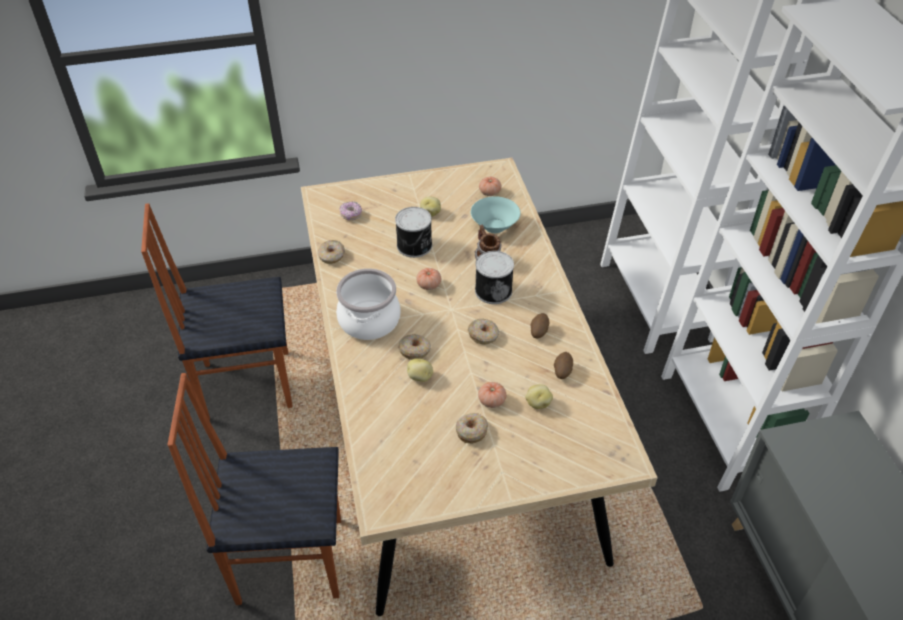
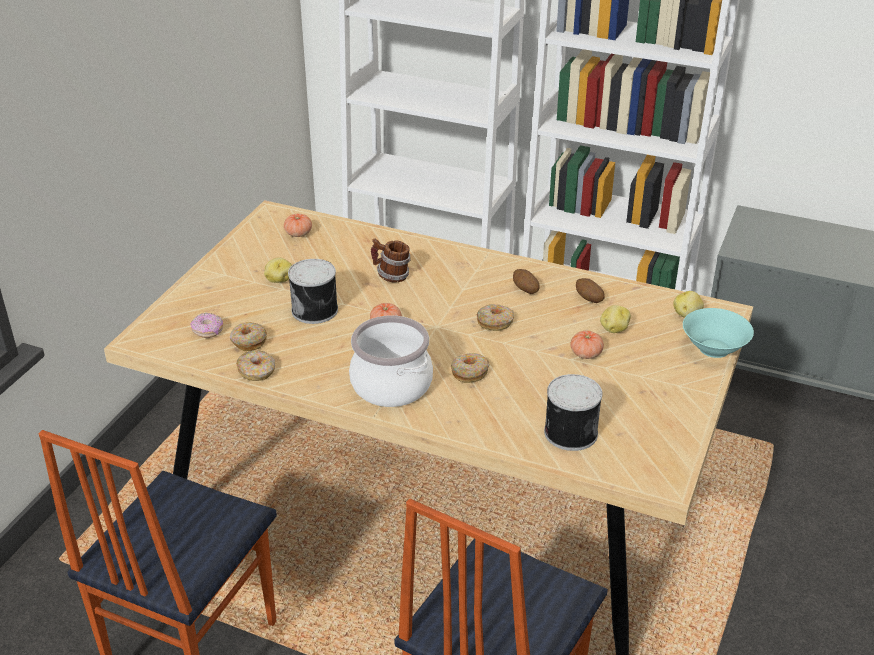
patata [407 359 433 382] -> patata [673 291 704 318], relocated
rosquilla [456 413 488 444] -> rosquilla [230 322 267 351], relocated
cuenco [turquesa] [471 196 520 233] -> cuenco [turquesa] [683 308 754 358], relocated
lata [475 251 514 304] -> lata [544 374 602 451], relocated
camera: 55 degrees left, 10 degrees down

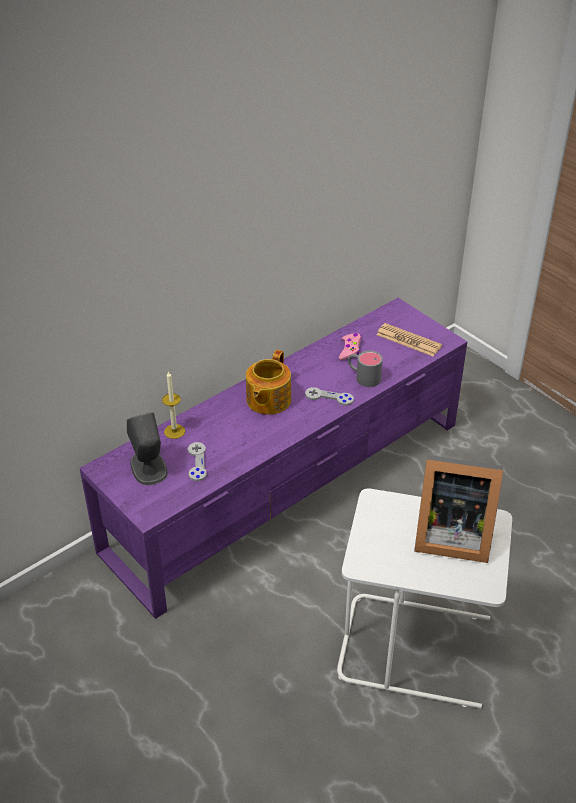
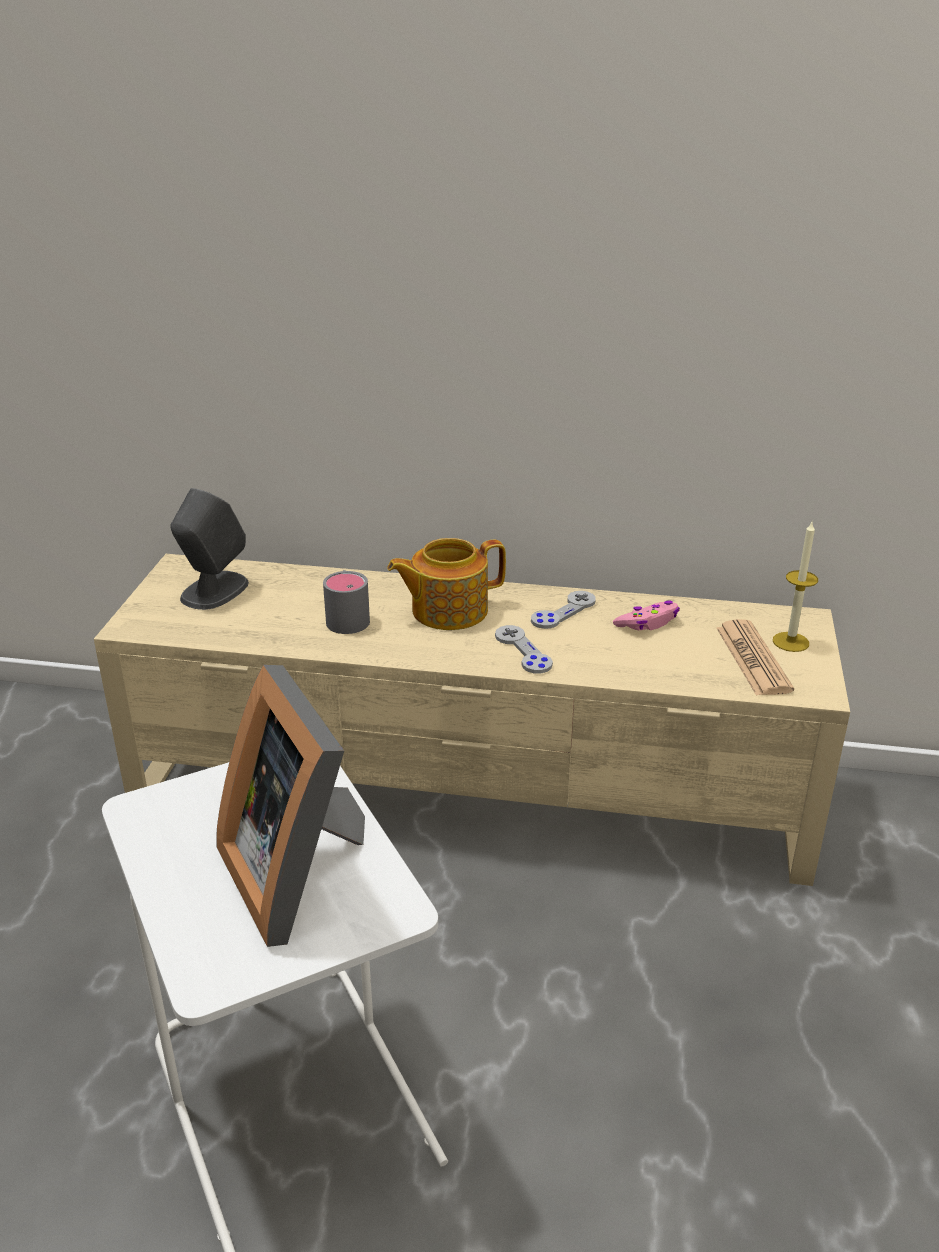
vela [162 371 185 439] -> vela [773 520 818 652], relocated
mando de consola [gris] [188 442 207 481] -> mando de consola [gris] [531 591 596 629], relocated
taza grande [gris] [348 350 383 387] -> taza grande [gris] [323 570 370 634], relocated
mueble de televisión [morado] [80 298 467 619] -> mueble de televisión [beis] [94 554 850 886]
camera: 50 degrees right, 10 degrees down

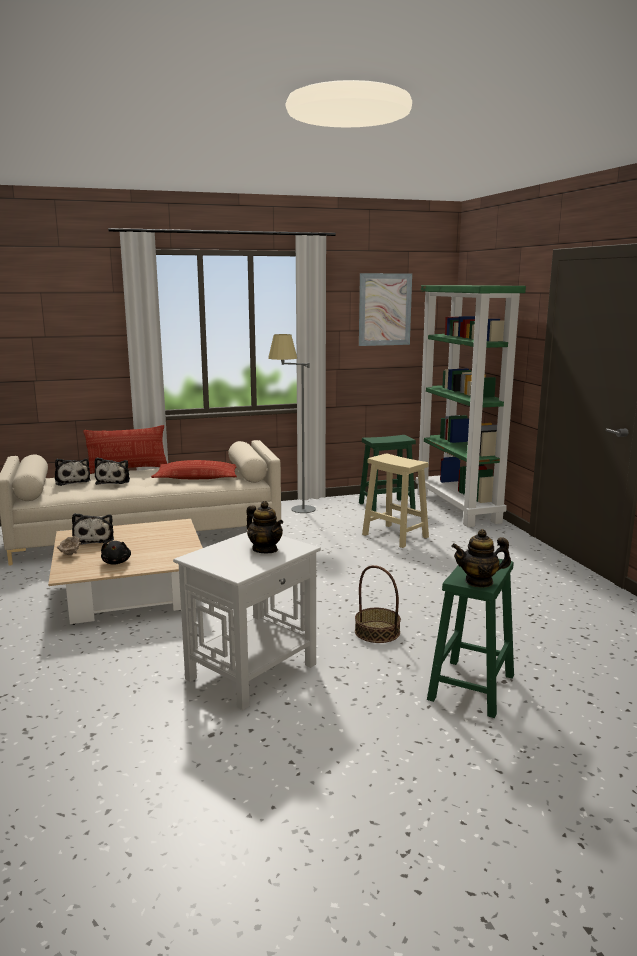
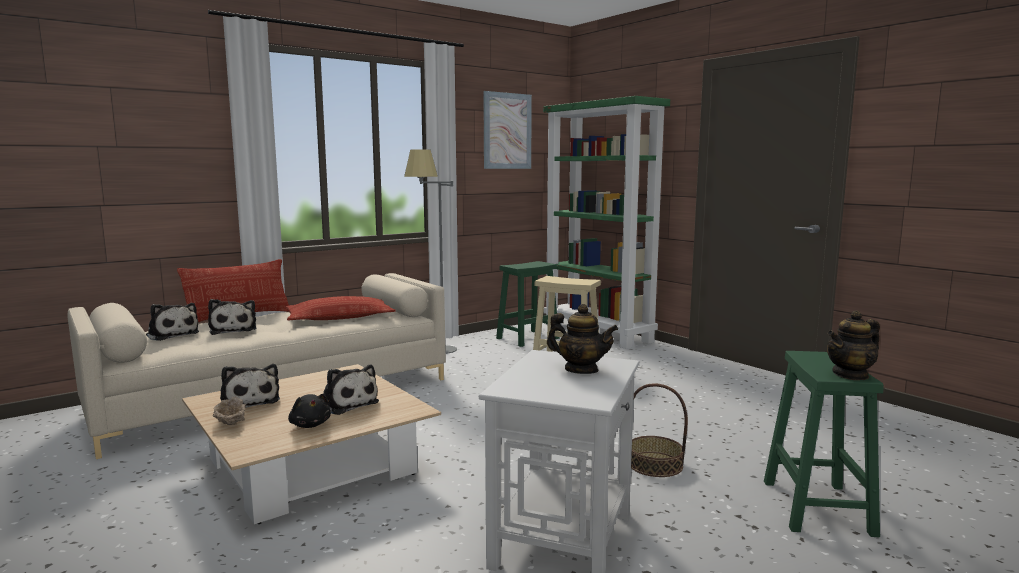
none -> peluche [323 365 379 415]
camera: 20 degrees left, 5 degrees down

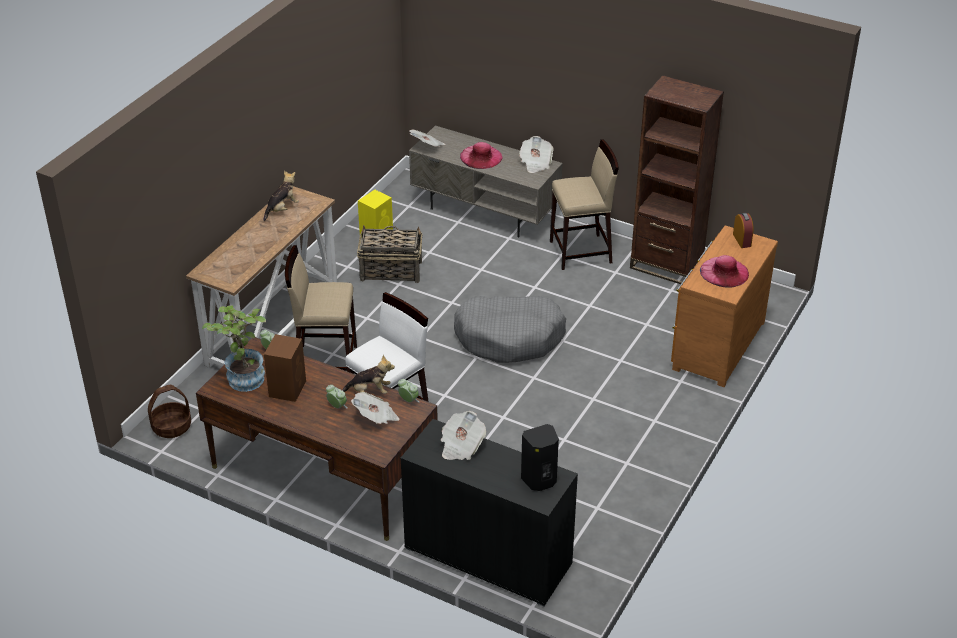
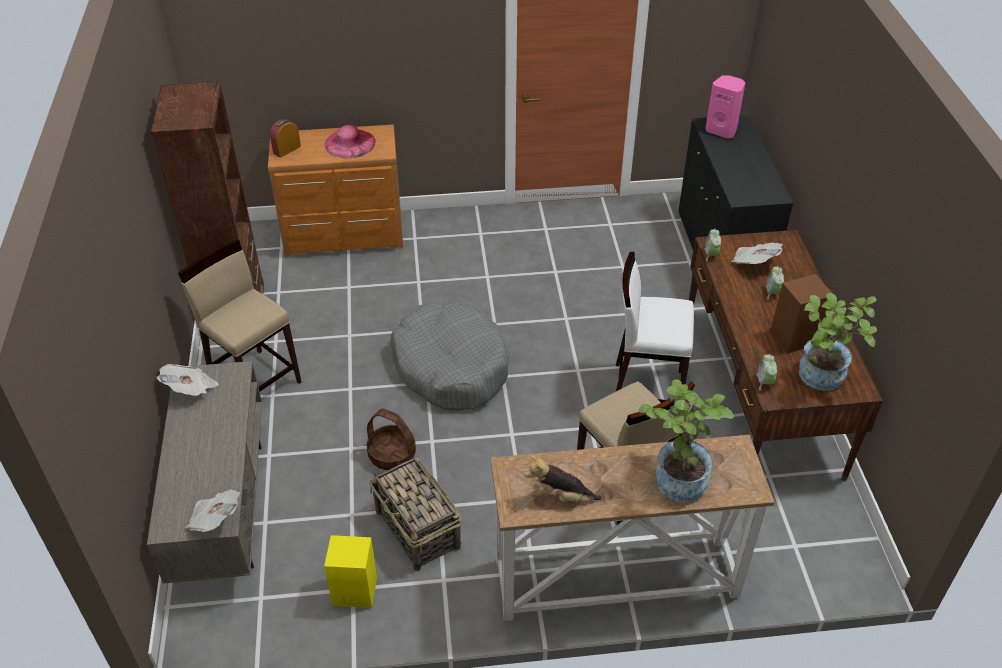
peluche [342 355 395 394] -> none
periódico [441 411 486 460] -> none
sombrero [rosa] [460 142 503 169] -> none
none -> planta en maceta [639 379 734 502]
cesta [148 385 191 438] -> cesta [367 409 416 470], relocated
altavoz [negro] [521 424 559 491] -> altavoz [rosa] [705 75 746 139]
camera: 125 degrees left, 5 degrees up

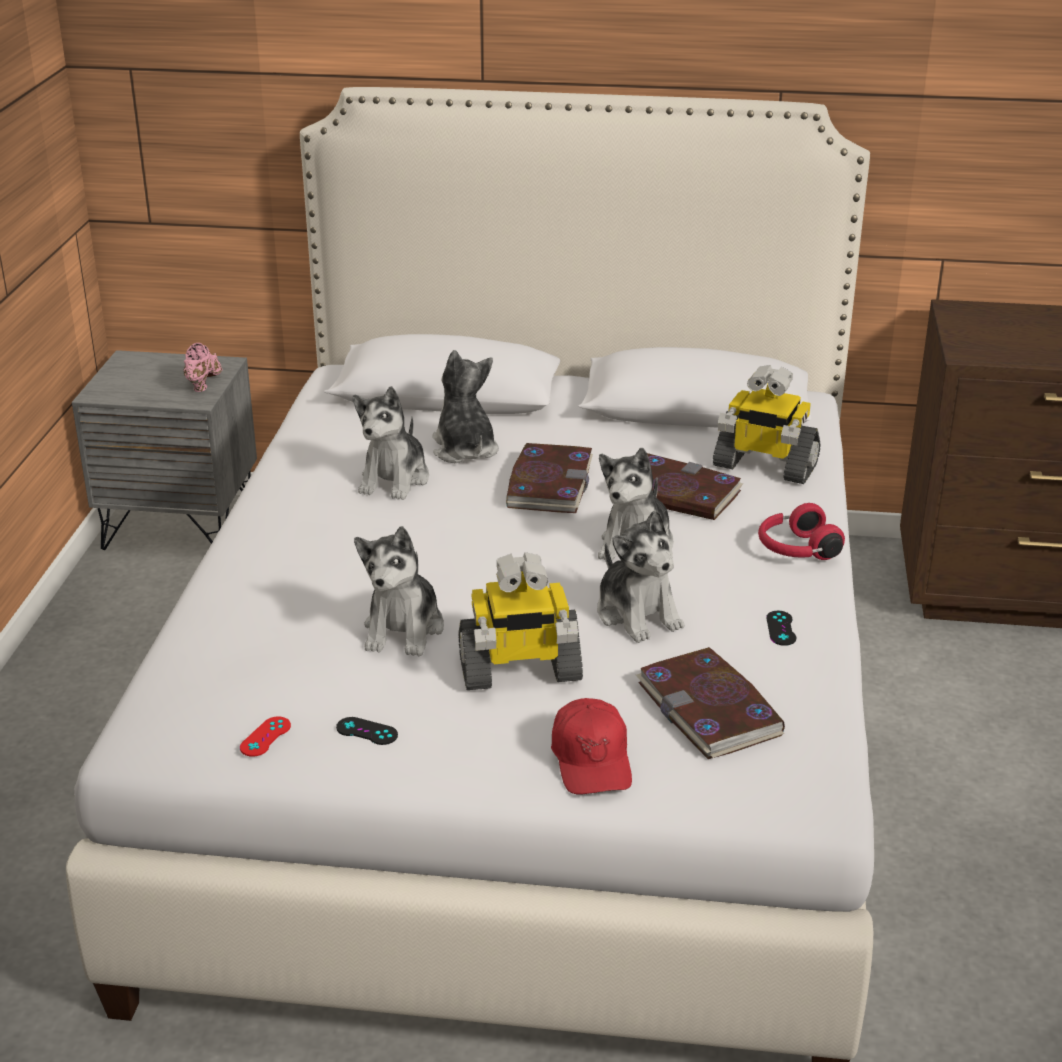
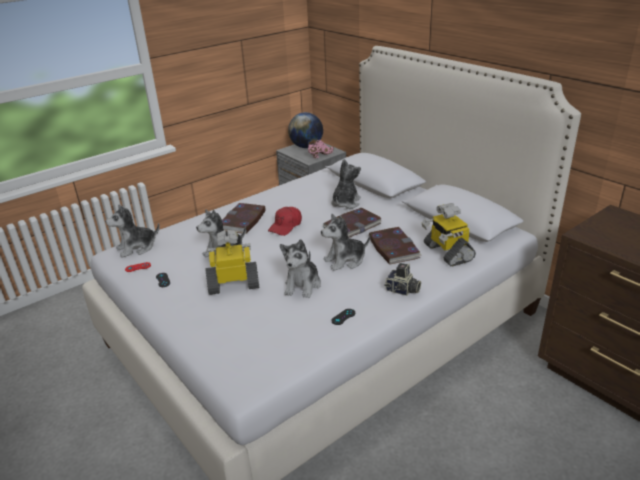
none -> globo terráqueo [288 112 323 148]
peluche [353 386 429 500] -> peluche [105 204 160 258], relocated
gorra [rojo] [551 698 632 795] -> gorra [rojo] [268 207 302 236], relocated
libro [636 647 785 759] -> libro [222 203 266 234], relocated
auriculares [rojo] [758 503 845 560] -> cámara [385 263 421 296]
robot de juguete [458 552 583 690] -> robot de juguete [205 230 259 295], 135 degrees clockwise
camera: 45 degrees right, 0 degrees up

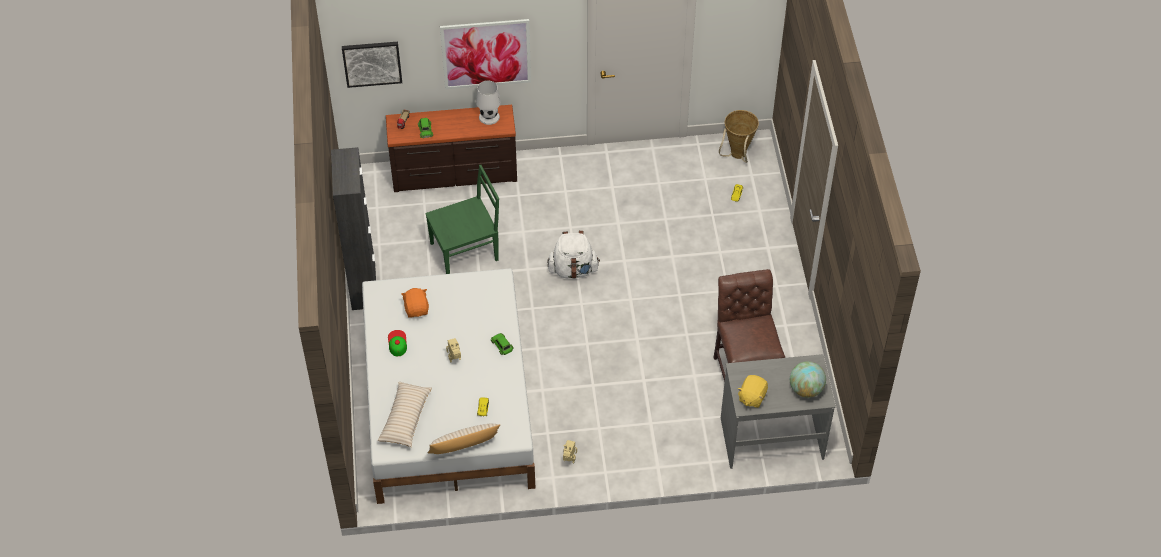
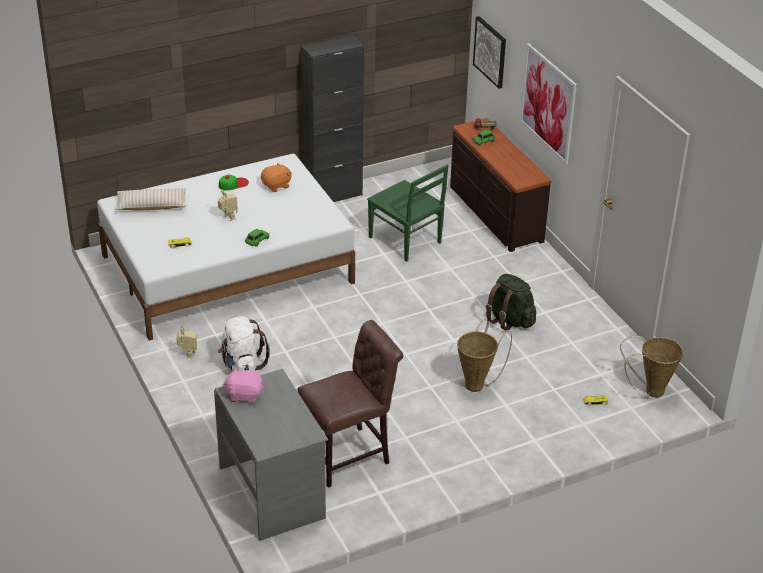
cojín [beis] [428 423 500 454] -> none
lámpara de mesa [blanco] [476 80 501 125] -> none
globo terráqueo [790 361 826 398] -> none
none -> cesta [457 319 512 392]
none -> mochila [verde] [486 274 536 331]
mochila [blanco] [547 231 600 279] -> mochila [blanco] [218 316 270 373], relocated
peluche [amarillo] [738 375 768 408] -> peluche [rosa] [222 367 263 403]
camera: 70 degrees right, 15 degrees down

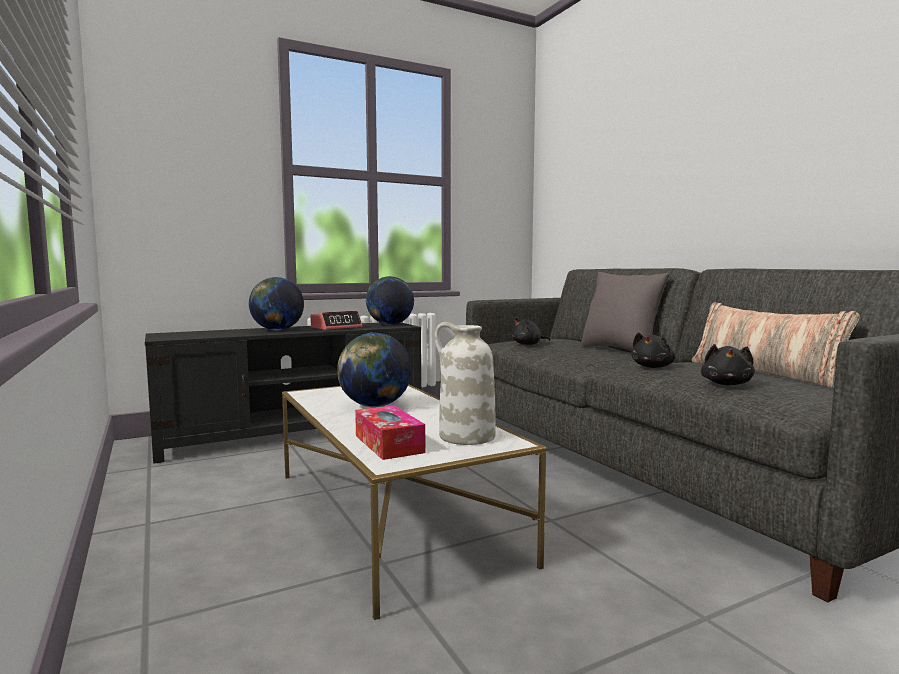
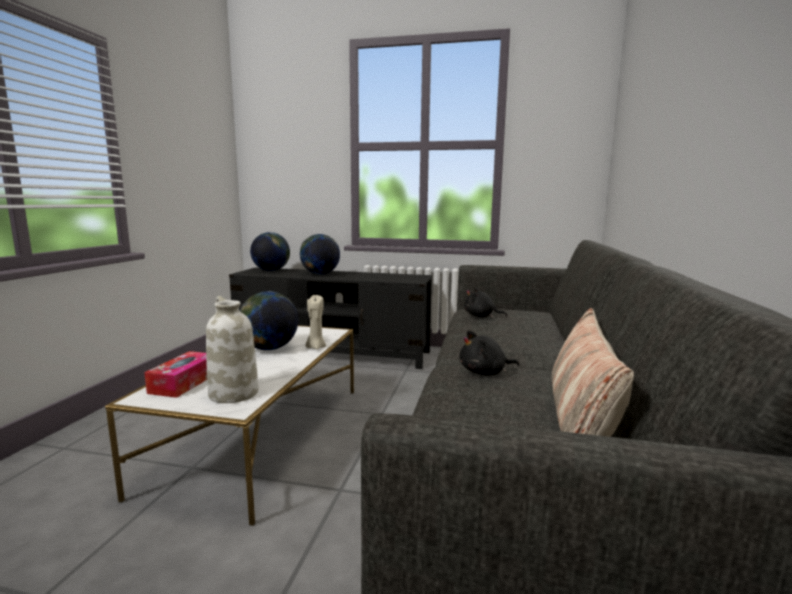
despertador [310 311 362 330] -> none
cojín [gris] [580 272 670 351] -> none
peluche [negro] [701 344 755 385] -> none
none -> vela [beis] [306 295 326 350]
globo terráqueo [366 276 414 325] -> globo terráqueo [250 232 290 271], relocated
camera: 40 degrees right, 5 degrees up

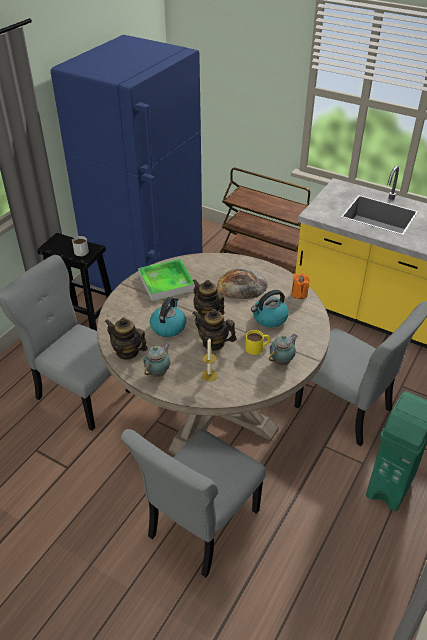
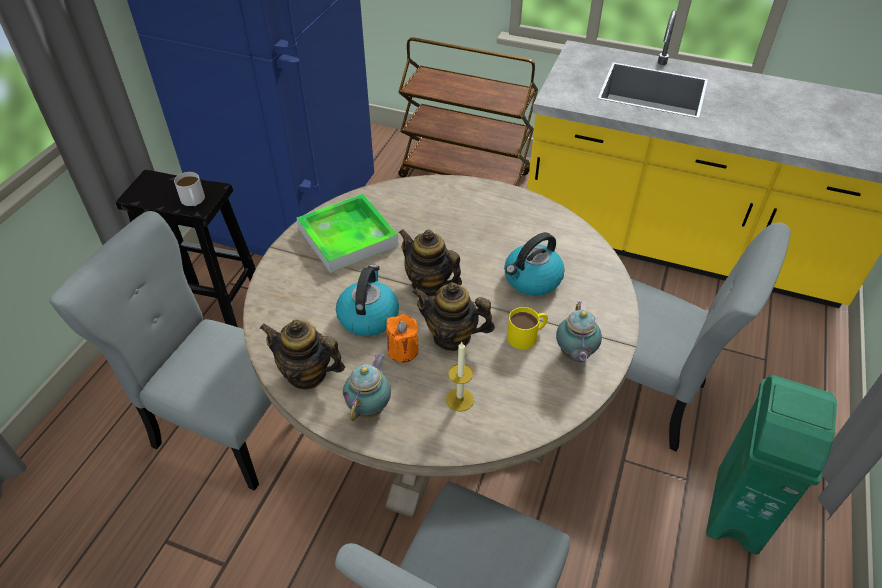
pan [217 268 268 299] -> none
vela [naranja] [291 273 310 299] -> vela [naranja] [386 314 419 362], relocated
tetera [269 333 298 366] -> tetera [556 301 602 362], 150 degrees clockwise
camera: 10 degrees left, 5 degrees up

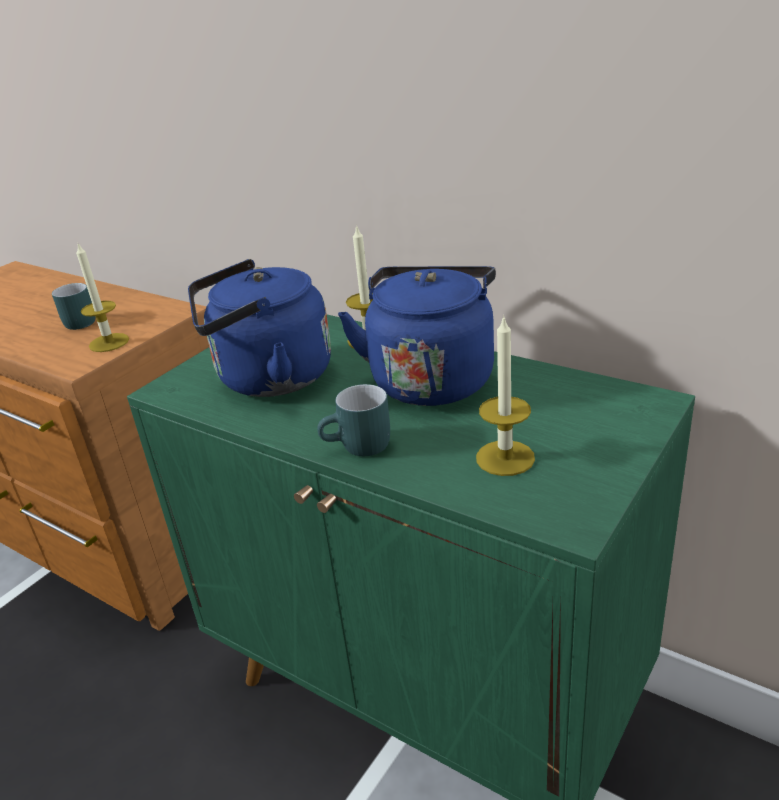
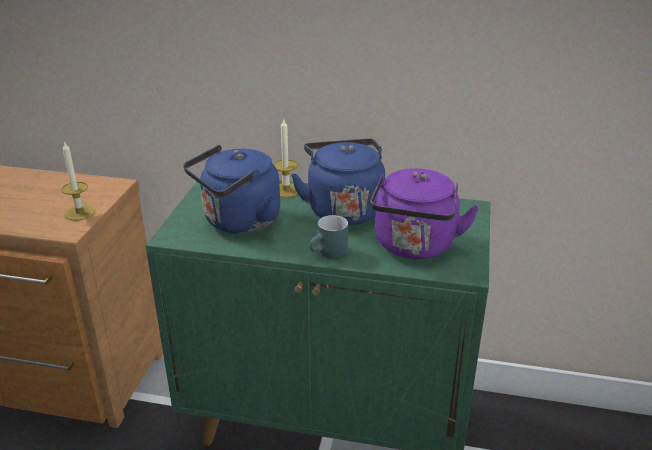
taza grande [turquesa] [52 283 95 330] -> none
vela [476 315 535 476] -> hervidor [morado] [370 168 480 259]
camera: 25 degrees left, 0 degrees up

